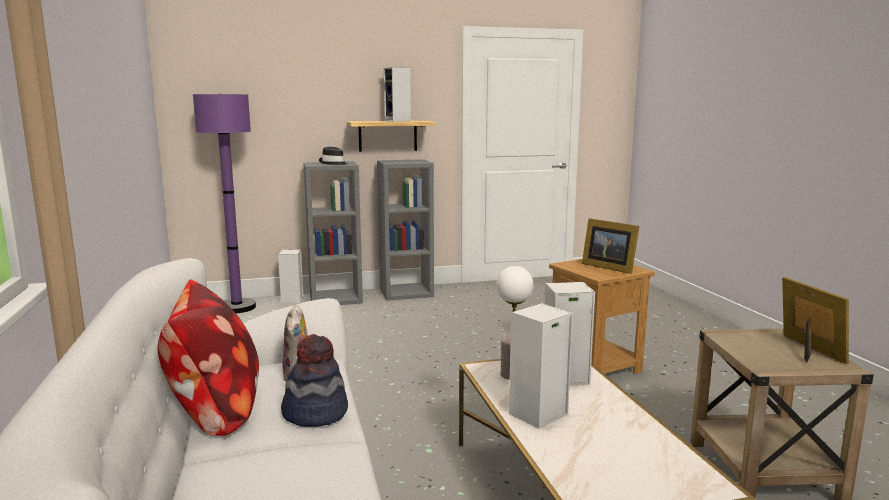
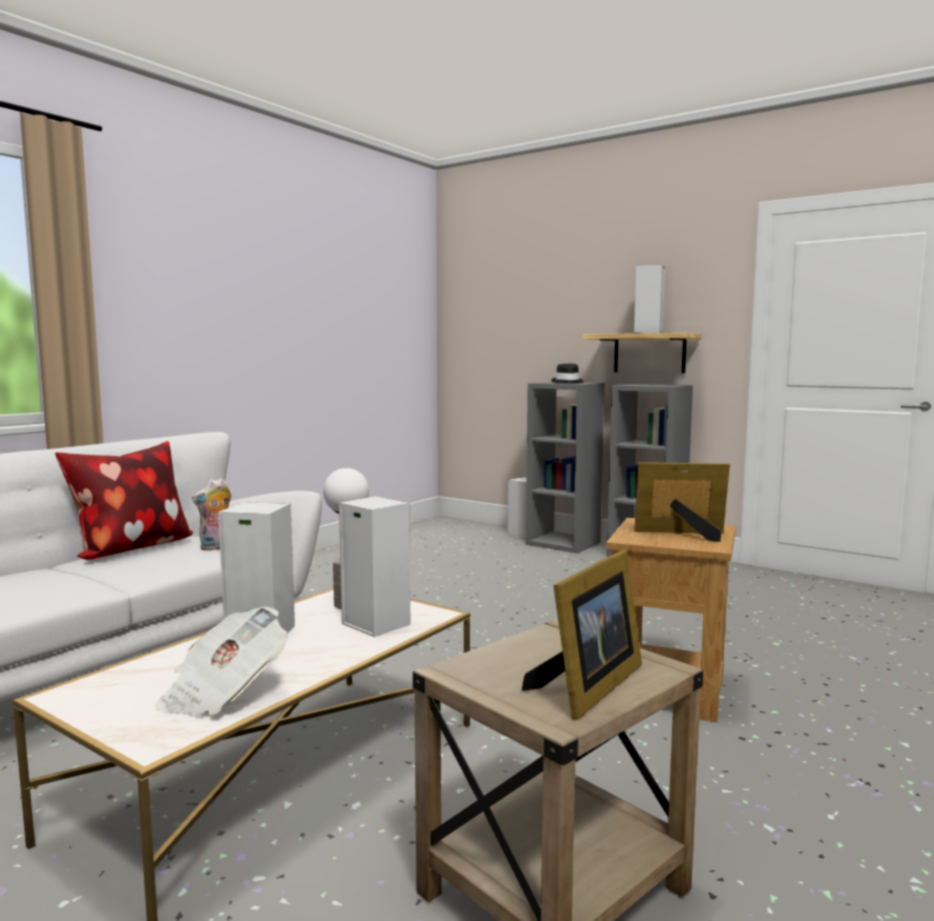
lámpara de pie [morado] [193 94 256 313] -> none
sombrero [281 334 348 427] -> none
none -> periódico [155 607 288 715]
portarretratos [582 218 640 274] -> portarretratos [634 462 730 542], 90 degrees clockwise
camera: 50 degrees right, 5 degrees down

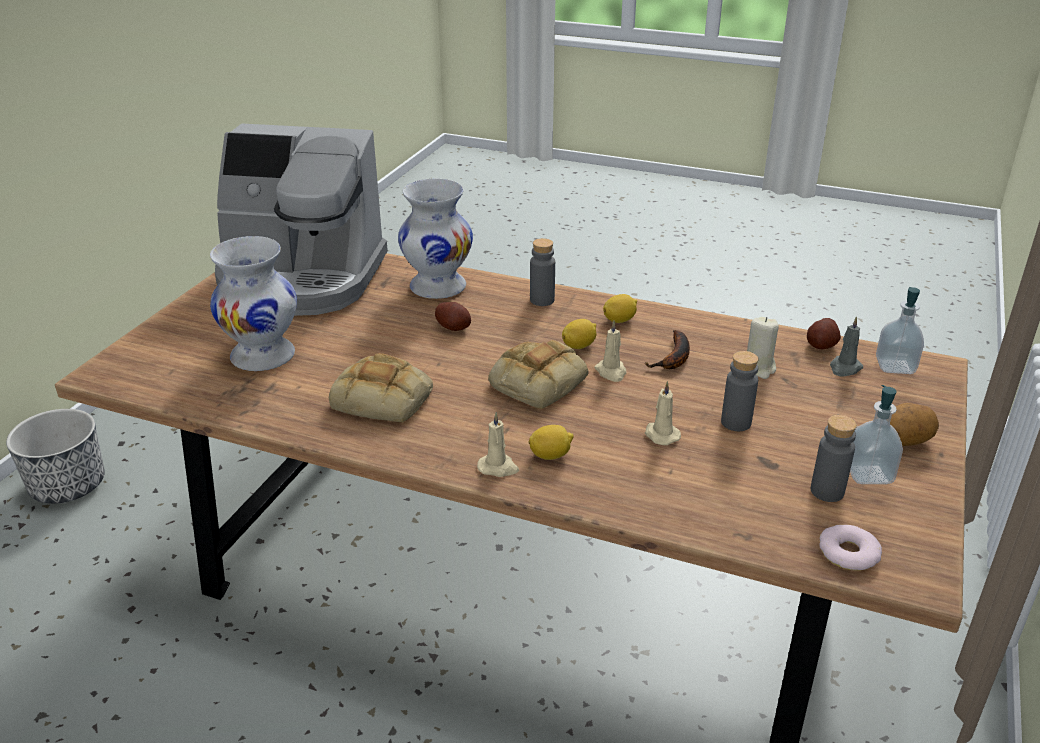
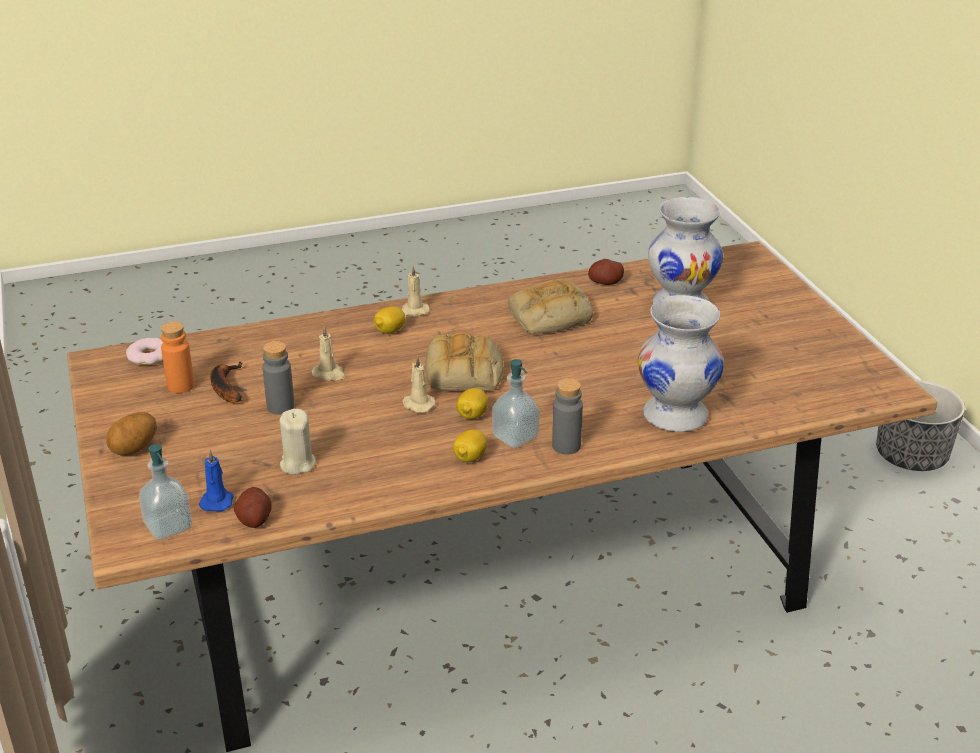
cafetera [215 123 388 316] -> none
patata [435 302 471 331] -> patata [588 259 624 285], relocated
plátano [645 330 690 369] -> plátano [210 361 242 403], relocated
dispensador de jabón [850 385 903 484] -> dispensador de jabón [492 359 540 448], relocated
botella [gris] [811 415 857 502] -> botella [naranja] [161 321 195 393]
vela [gris] [830 316 863 376] -> vela [azul] [199 450 234 512]
camera: 140 degrees right, 0 degrees up

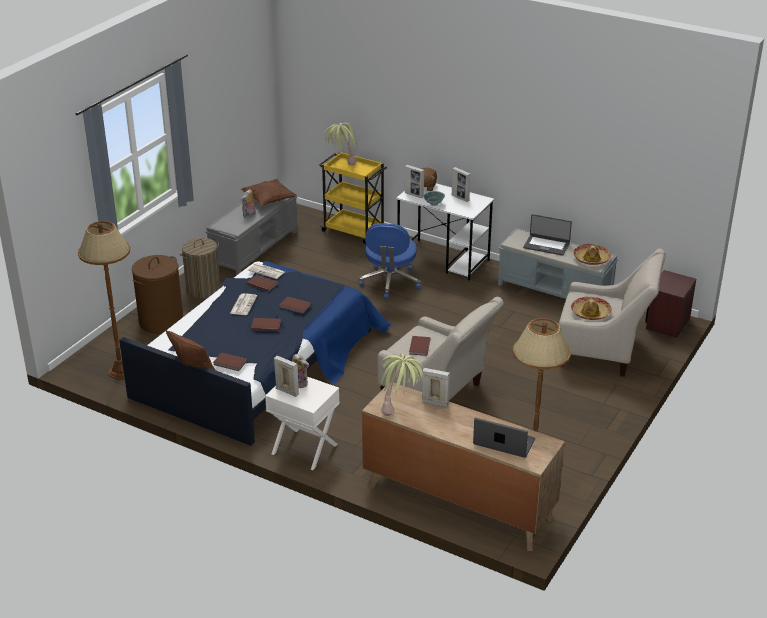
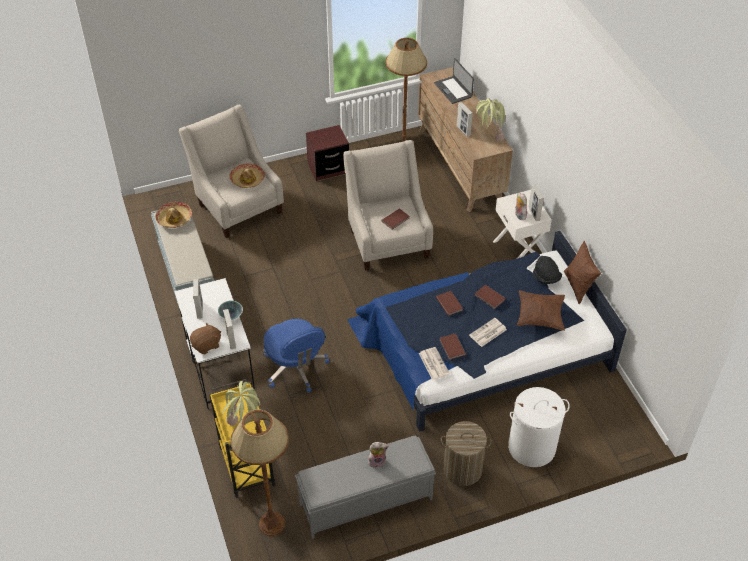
portátil [523 214 572 256] -> none
lámpara de pie [marrón] [78 221 130 379] -> lámpara de pie [marrón] [231 410 289 536], relocated
cojín [marrón] [241 179 296 206] -> cojín [marrón] [517 290 565 331], relocated
mesita de noche [marrón] [645 270 696 338] -> mesita de noche [marrón] [306 125 349 181], relocated
libro [marrón] [213 353 247 371] -> sombrero [negro] [533 256 562 284]
cesto de la ropa [marrón] [132 255 183 334] -> cesto de la ropa [blanco] [508 387 570 467]
silla de oficina [azul] [358 223 421 299] -> silla de oficina [azul] [263 319 329 393], 105 degrees clockwise
camera: 140 degrees left, 15 degrees up

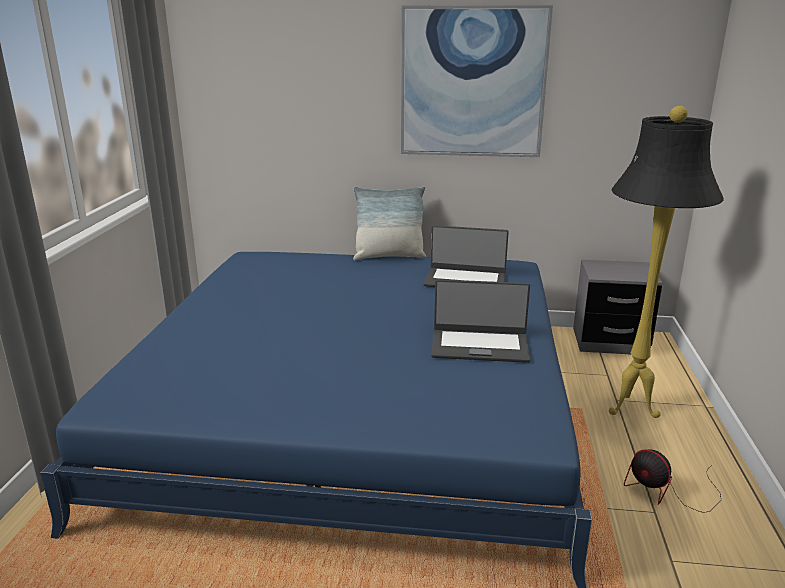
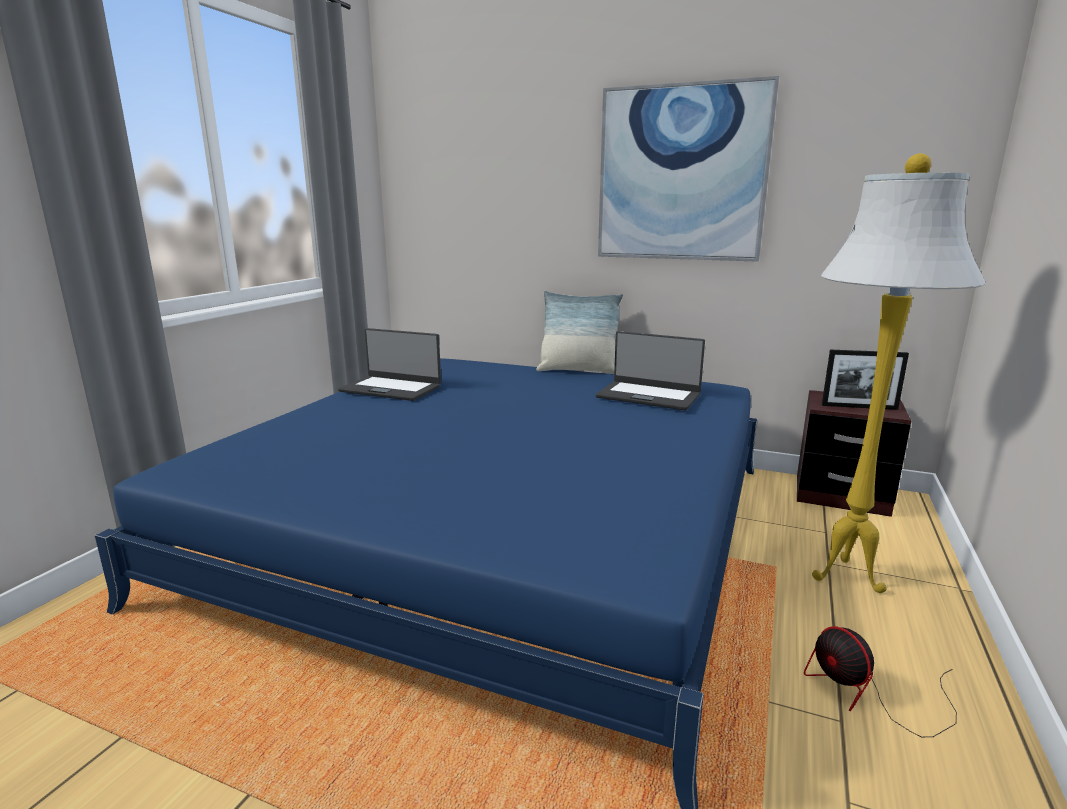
none -> portarretratos [822 350 909 410]
portátil [431 279 530 363] -> portátil [338 328 441 401], relocated
mesita de noche [gris] [573 260 663 354] -> mesita de noche [marrón] [797 390 911 517]
lámpara de pie [negro] [609 106 724 418] -> lámpara de pie [blanco] [812 153 985 593]
camera: 15 degrees right, 5 degrees down

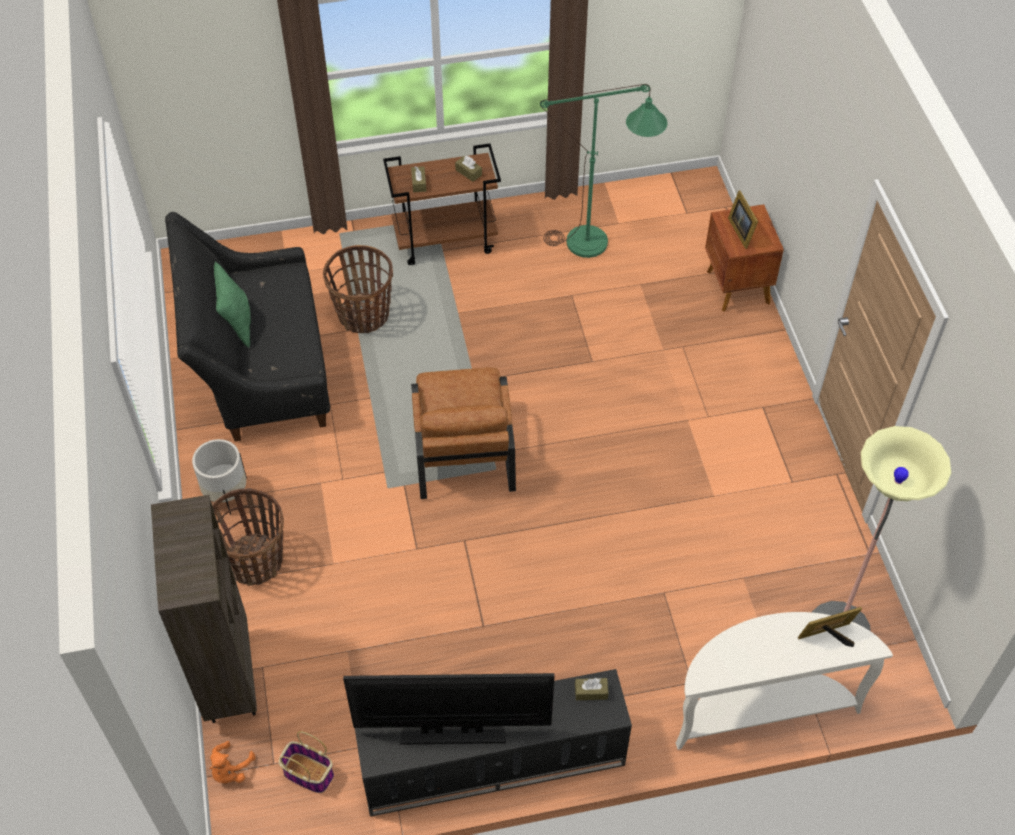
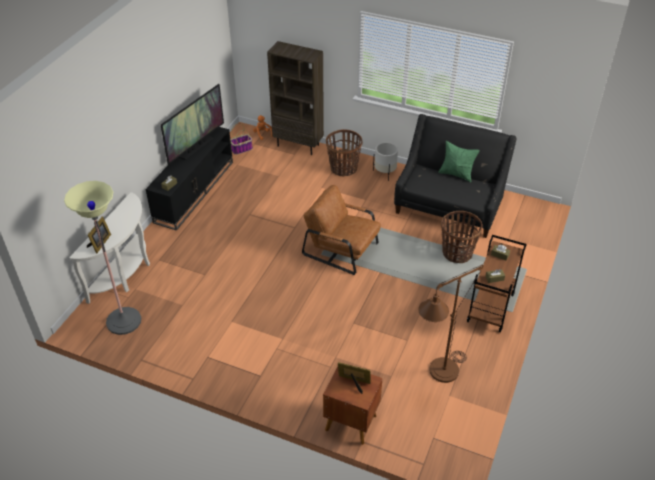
lámpara de pie [verde] [540 84 667 258] -> lámpara de pie [marrón] [418 265 483 383]
camera: 125 degrees right, 10 degrees down

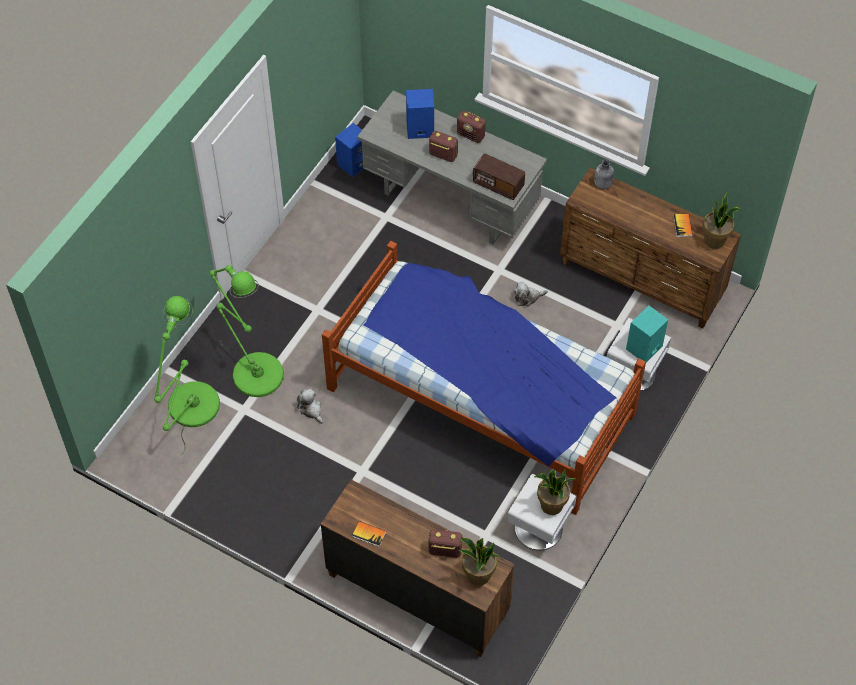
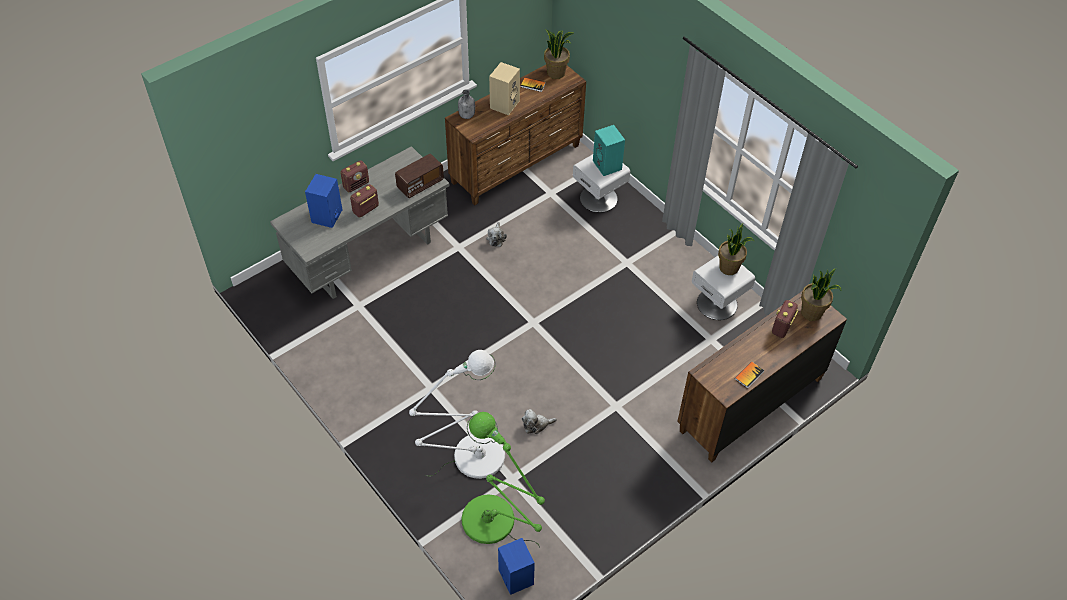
cama [322 241 646 515] -> none
none -> altavoz [beis] [489 62 520 115]
altavoz [azul] [335 123 363 177] -> altavoz [azul] [498 538 535 595], relocated
lámpara de pie [verde] [210 265 284 397] -> lámpara de pie [blanco] [409 350 505 479]
camera: 70 degrees left, 5 degrees down

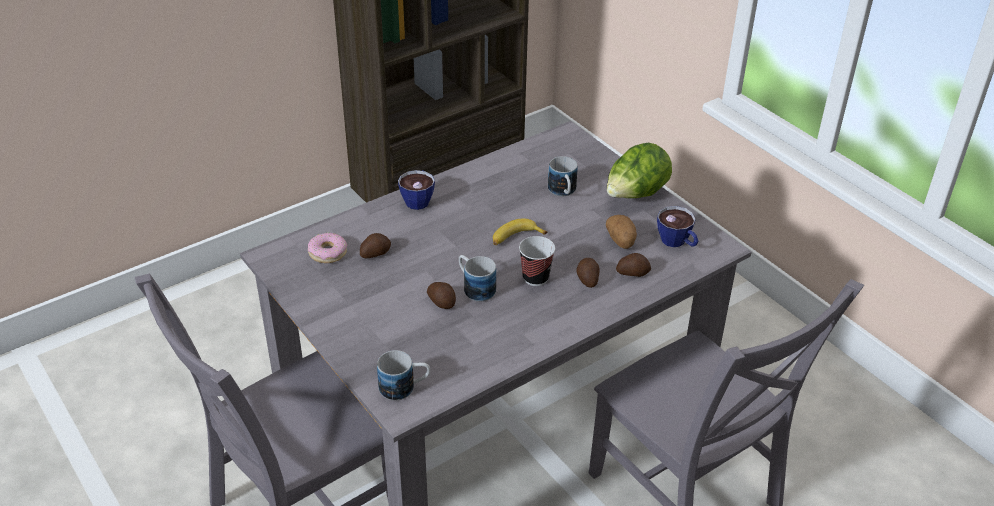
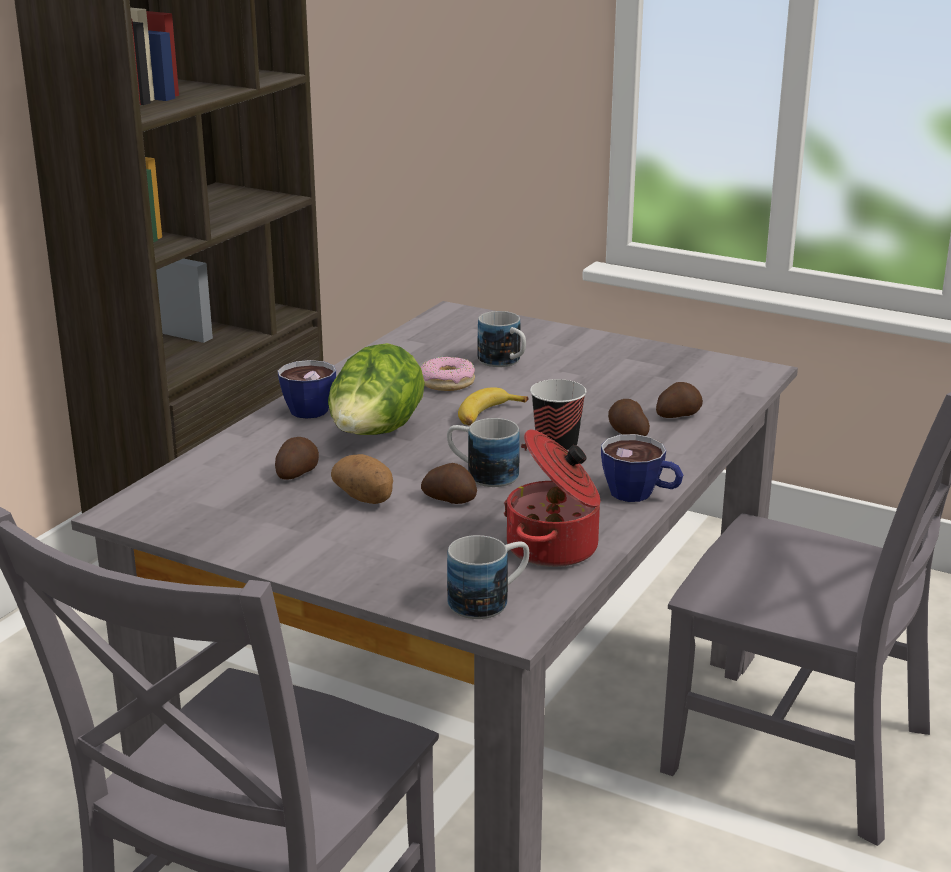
none -> olla [504 429 600 567]
rosquilla [308 232 347 263] -> rosquilla [420 357 475 391], relocated
patata [606 215 637 249] -> patata [331 454 393 504], relocated
lechuga [607 143 672 198] -> lechuga [328 343 425 435], relocated
taza [657 206 698 247] -> taza [601 434 683 502], relocated
camera: 25 degrees left, 15 degrees down

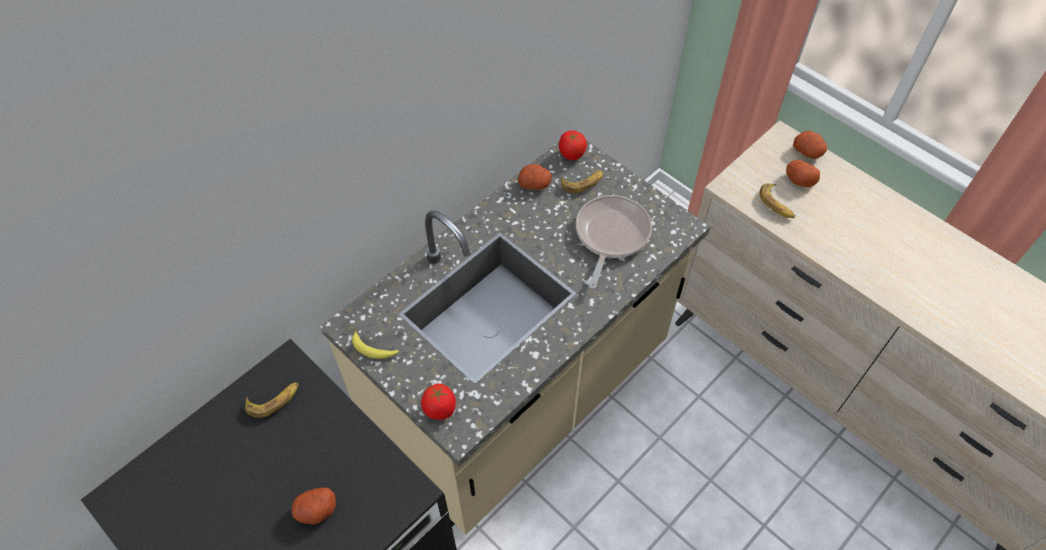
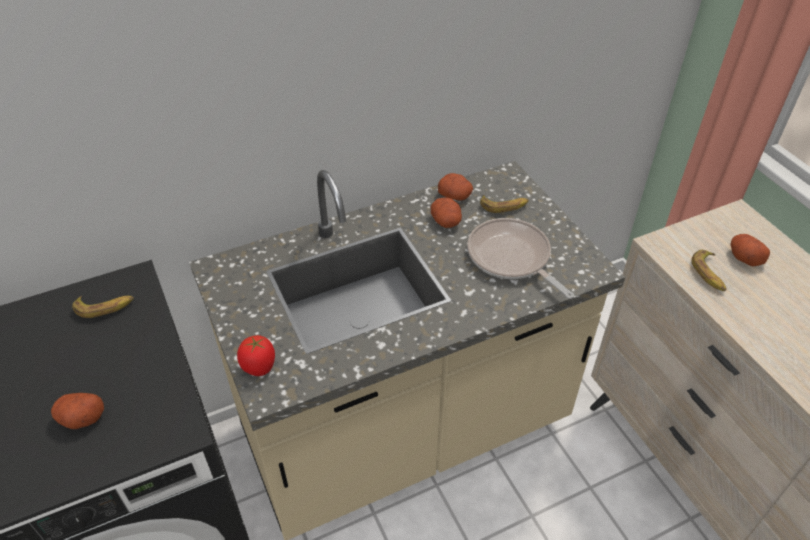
plátano [352 329 399 359] -> none
tomate [559 131 587 160] -> none
patata [793 131 827 159] -> patata [431 197 462 228], relocated
sartén [576 195 652 289] -> sartén [468 218 574 299], 75 degrees counterclockwise
camera: 20 degrees right, 10 degrees down

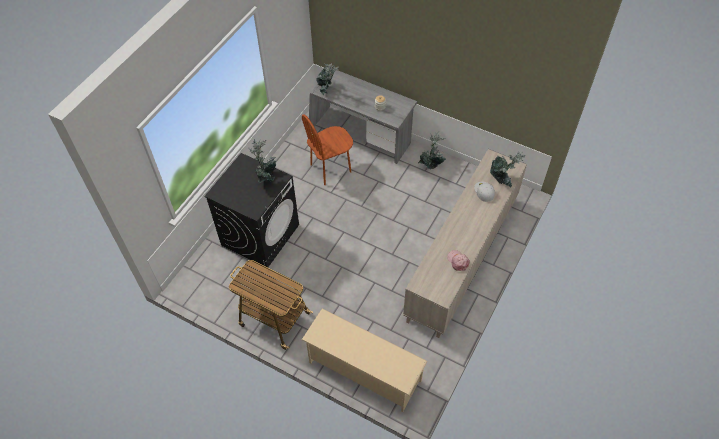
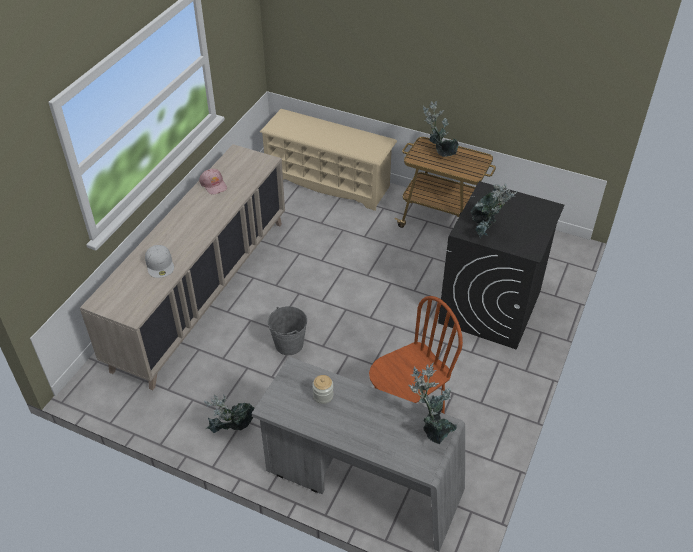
none -> cubo [gris] [268 306 307 355]
planta en maceta [490 151 525 187] -> planta en maceta [423 101 459 157], relocated
camera: 175 degrees right, 10 degrees down

